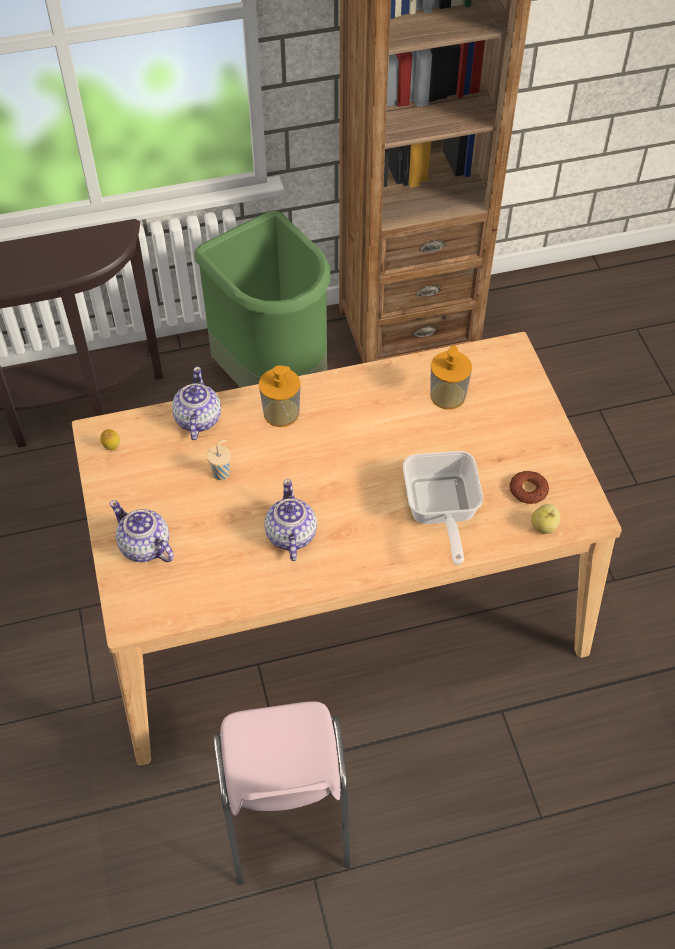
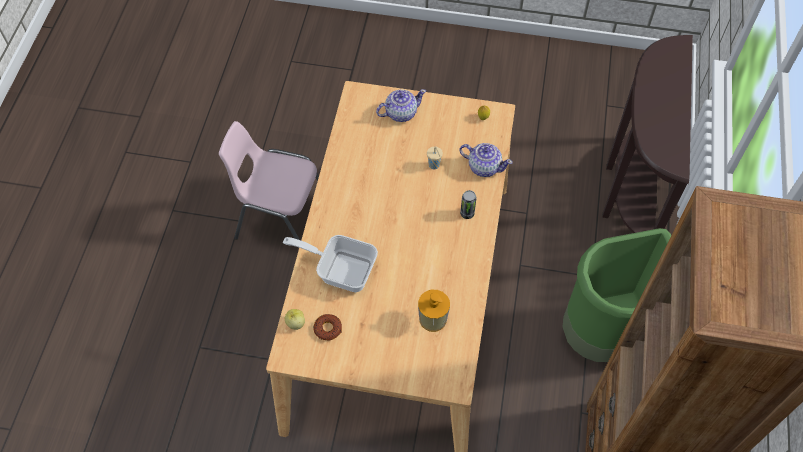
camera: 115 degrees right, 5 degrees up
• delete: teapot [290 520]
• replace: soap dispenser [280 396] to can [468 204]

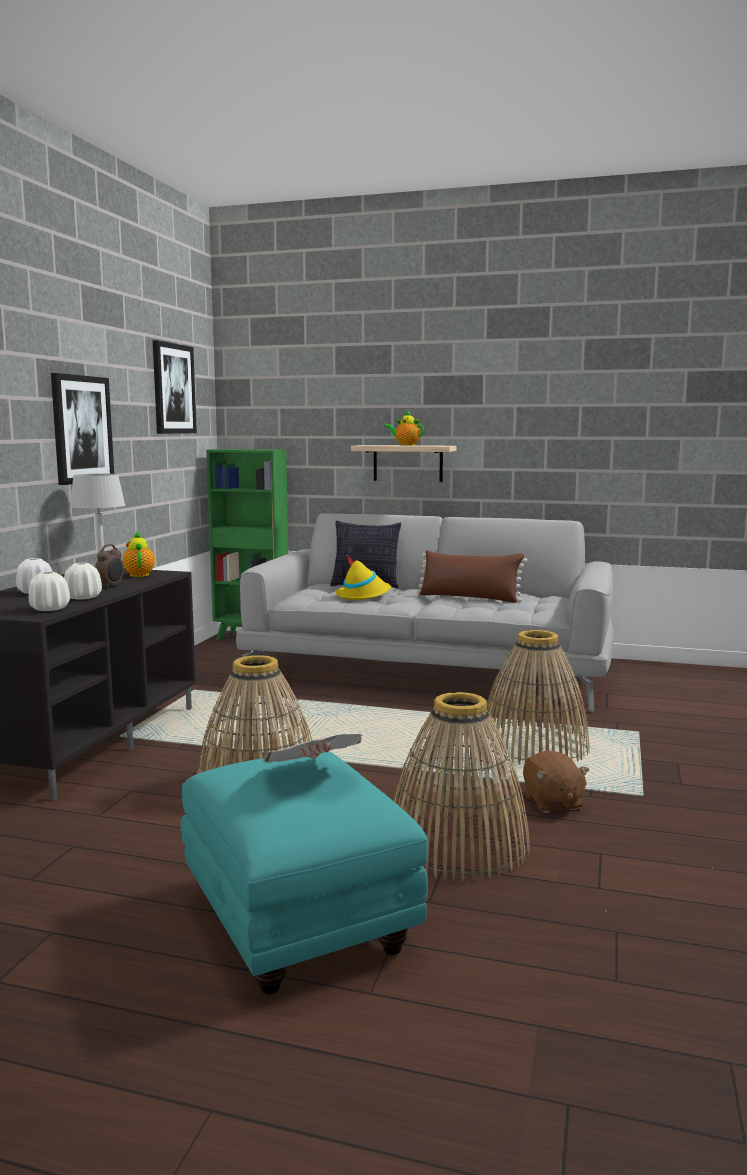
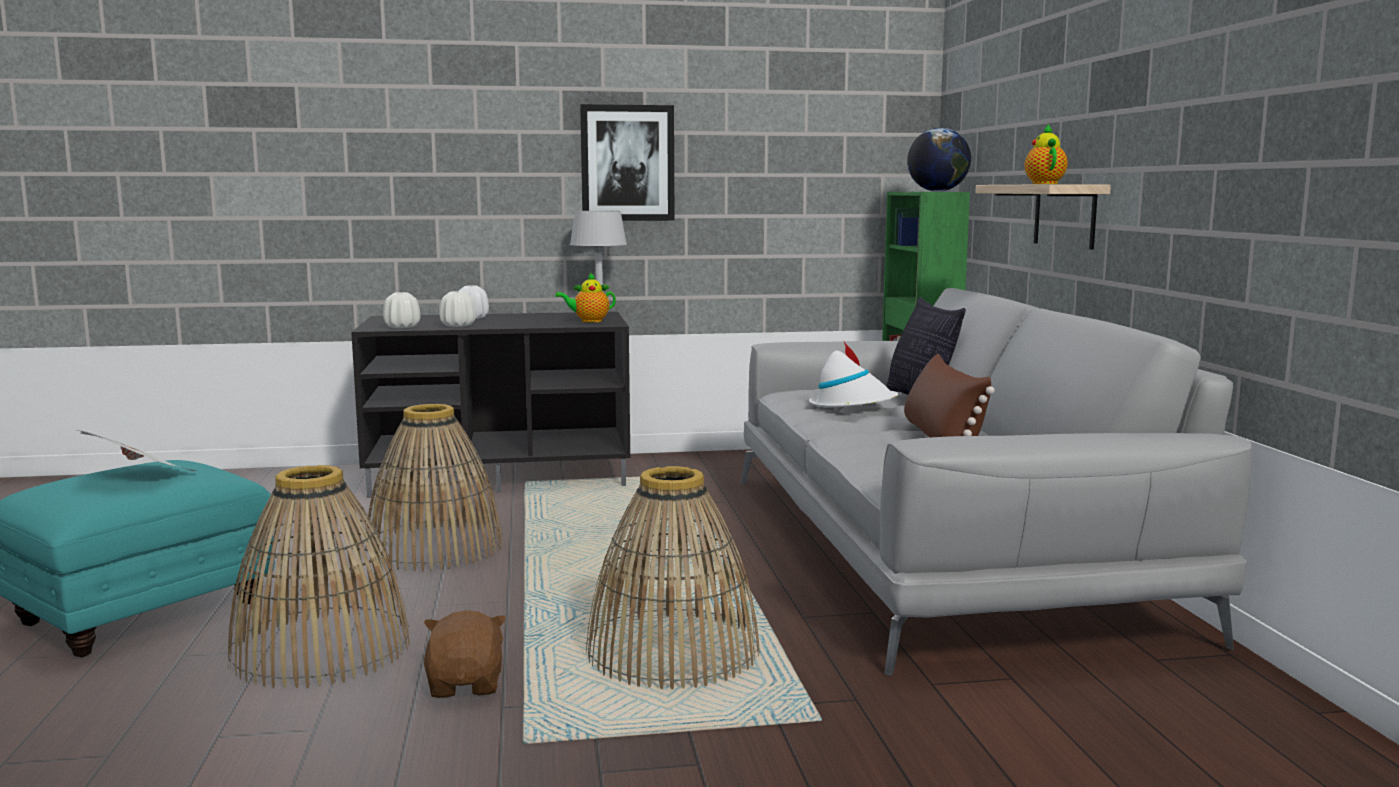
camera: 65 degrees right, 0 degrees up
• delete: alarm clock [109 566]
• delete: picture [175 387]
• insert: globe [939 160]
• recolor: hat/yellow [363 577] to hat/white [853 375]
• rotate: teapot [138 554] = [585 297] 150 degrees counterclockwise
• rotate: plush toy/brown [556 781] = [465 654] 120 degrees clockwise

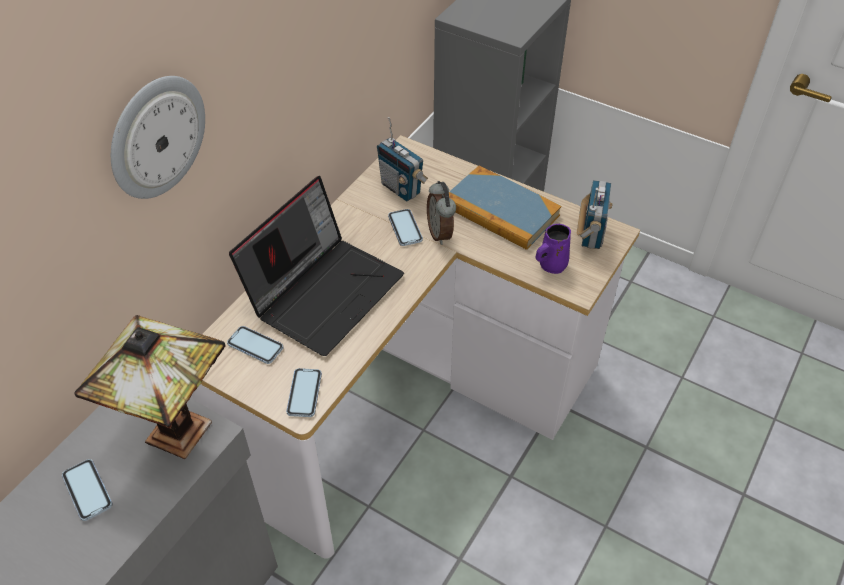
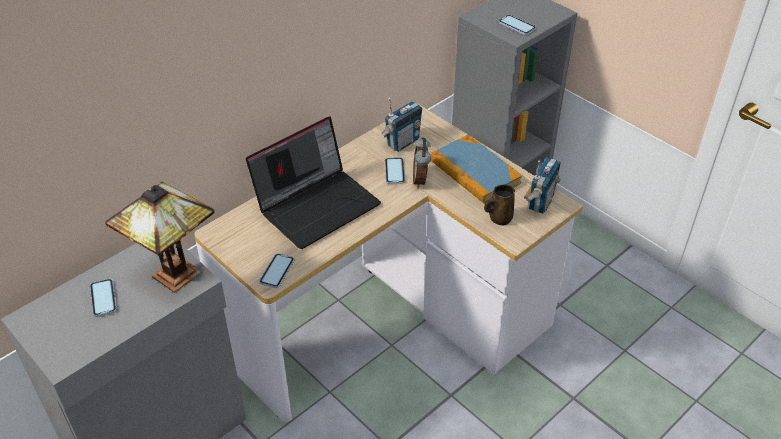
camera: 15 degrees right, 5 degrees down
• delete: wall clock [158 137]
• move: phone [255 345] to [517 25]
• recolor: mug/purple [553 249] to mug/brown [499 204]
• rotate: radio [402 159] = [402 125] 105 degrees counterclockwise

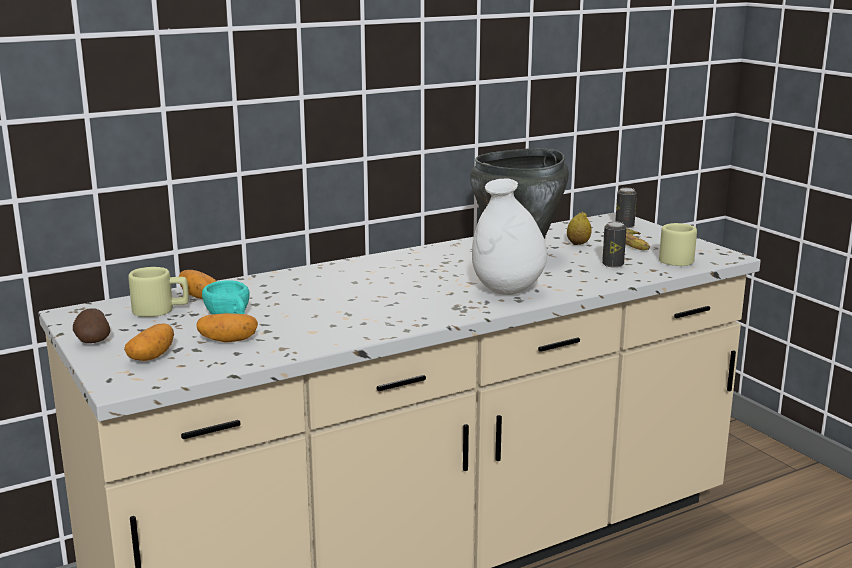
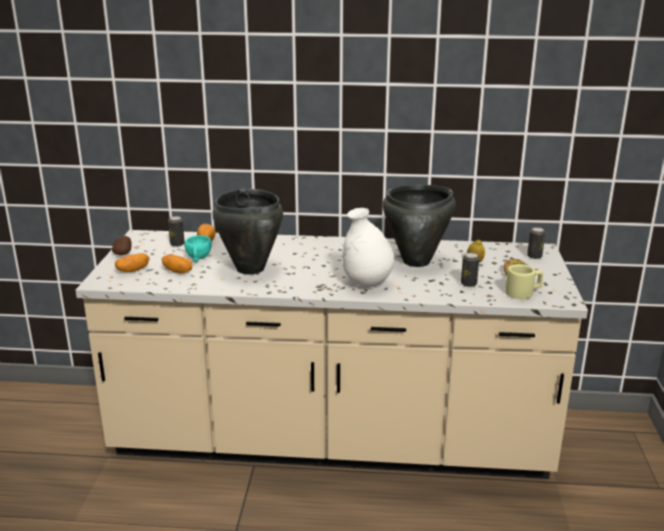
camera: 35 degrees right, 5 degrees up
• insert: cooking pot/black [247 232]
• replace: mug/beige [158 292] to can [176 231]

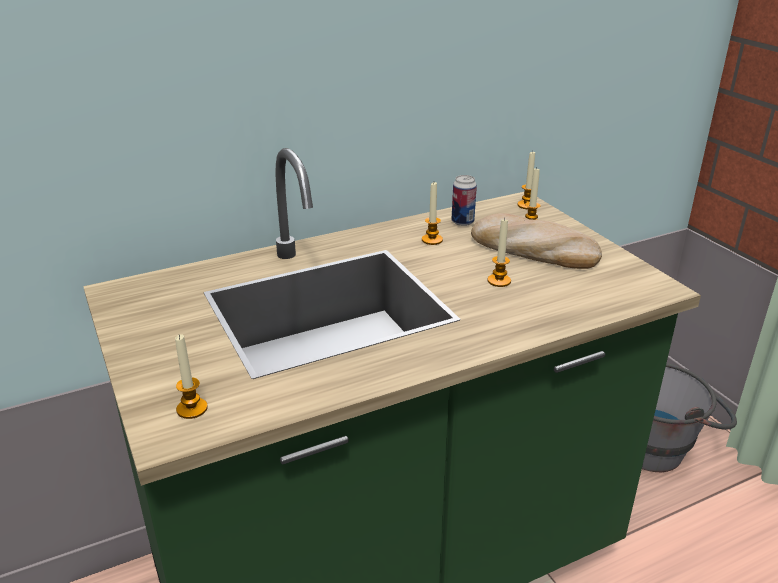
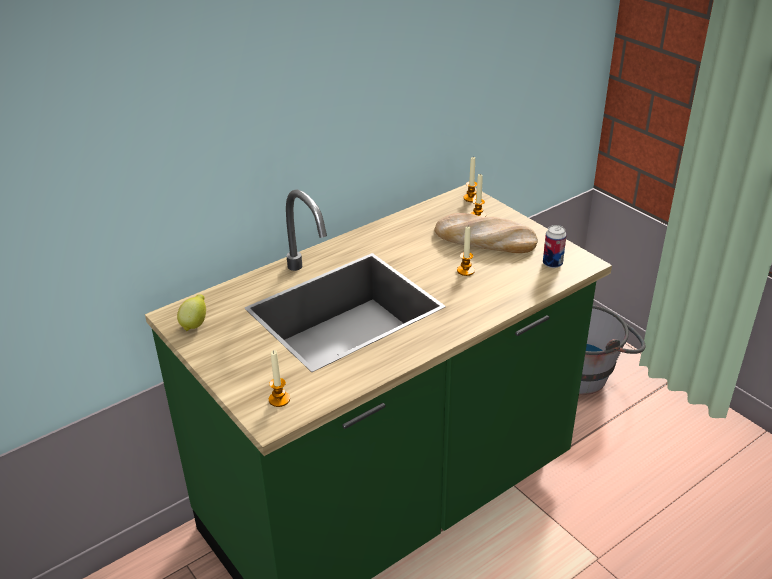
camera: 10 degrees left, 5 degrees up
• delete: candle [432 213]
• insert: lemon [191 312]
• move: can [464 200] to [554 246]

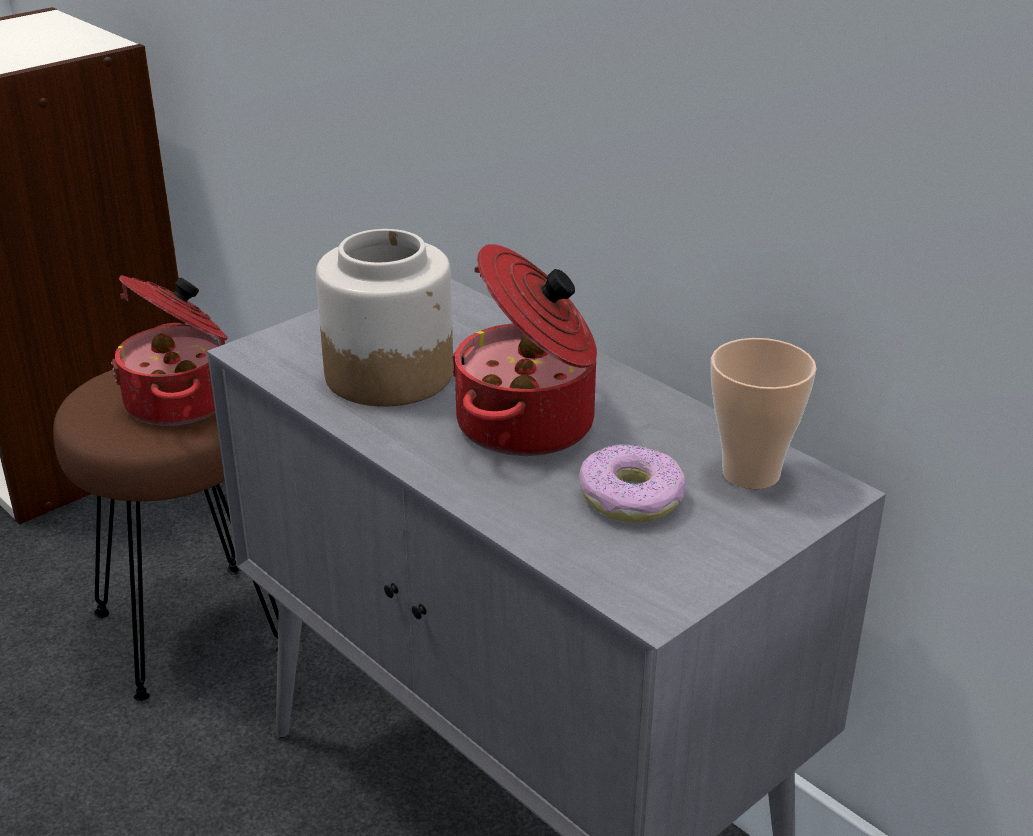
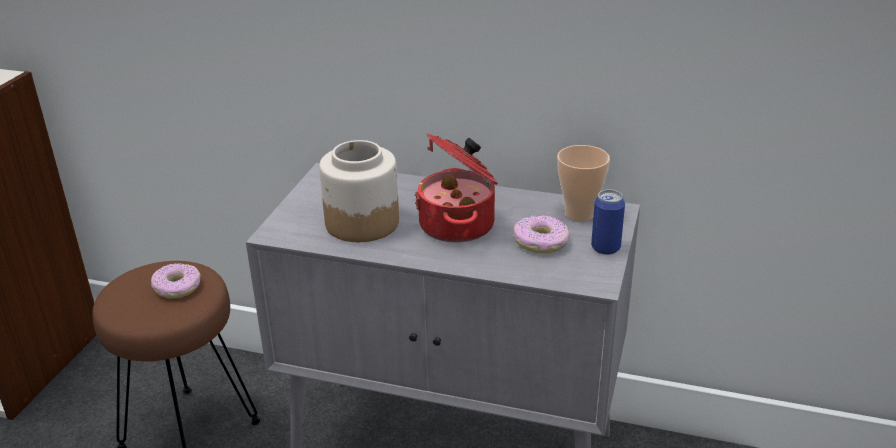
camera: 30 degrees left, 0 degrees up
• insert: can [608 222]
• replace: cooking pot [169 350] to donut [176 281]

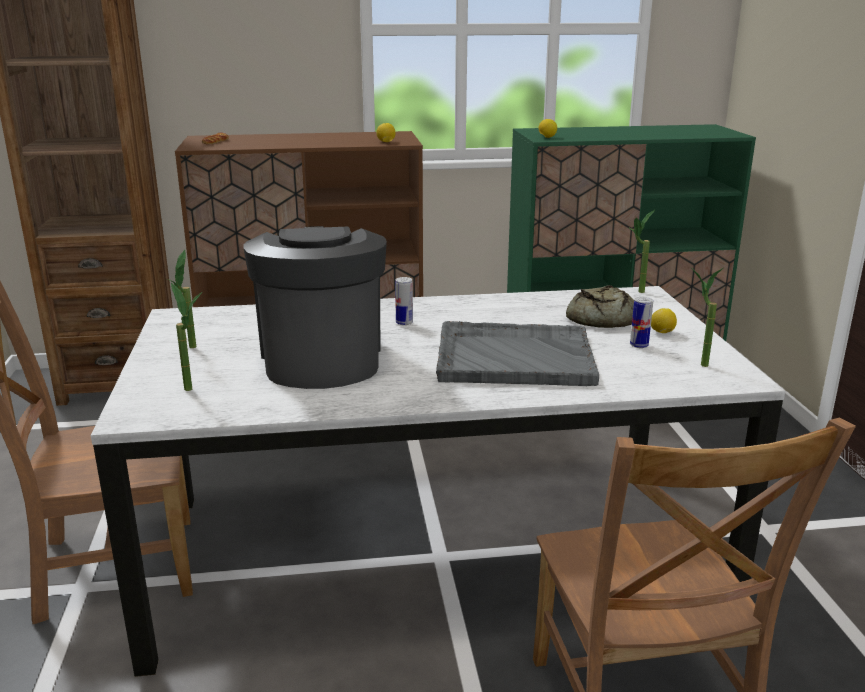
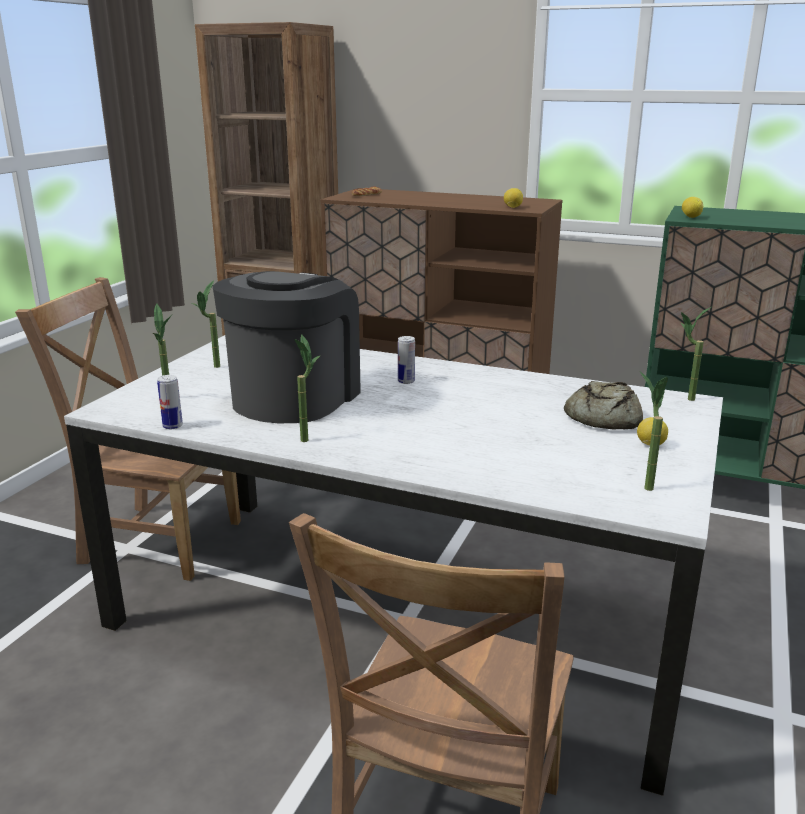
camera: 30 degrees right, 0 degrees up
• delete: tray/grey [517 353]
• insert: potted plant [308 388]
• move: can [641 322] to [170 402]

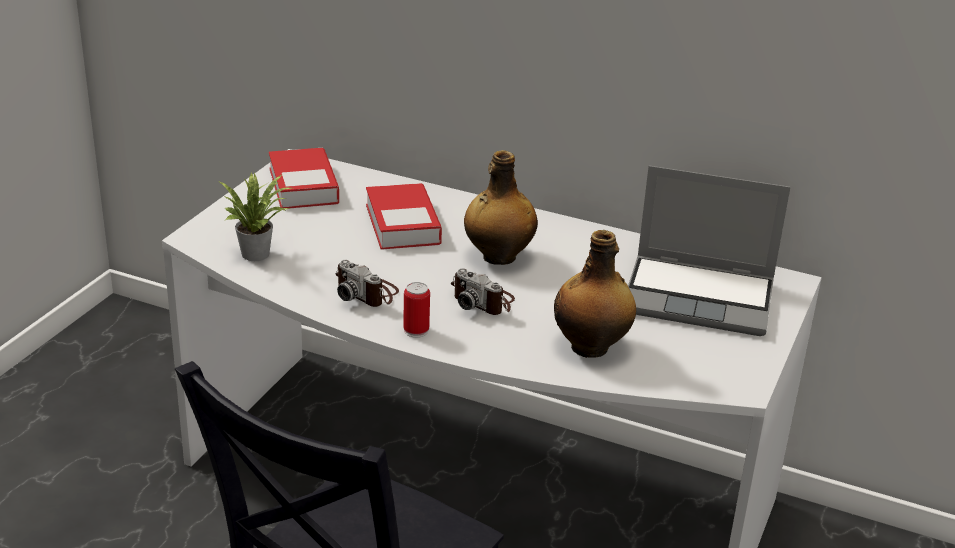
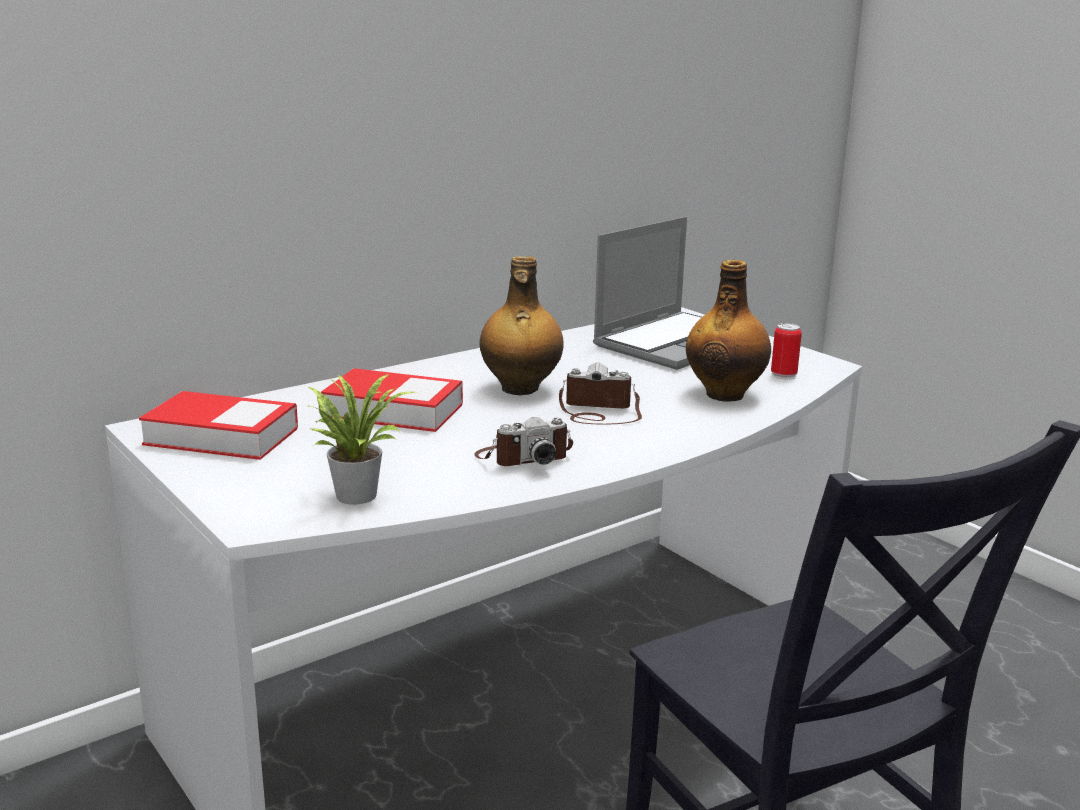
camera: 60 degrees left, 10 degrees down
• move: can [416 310] to [786 351]
• rotate: photo camera [483 292] = [600 393] 150 degrees counterclockwise

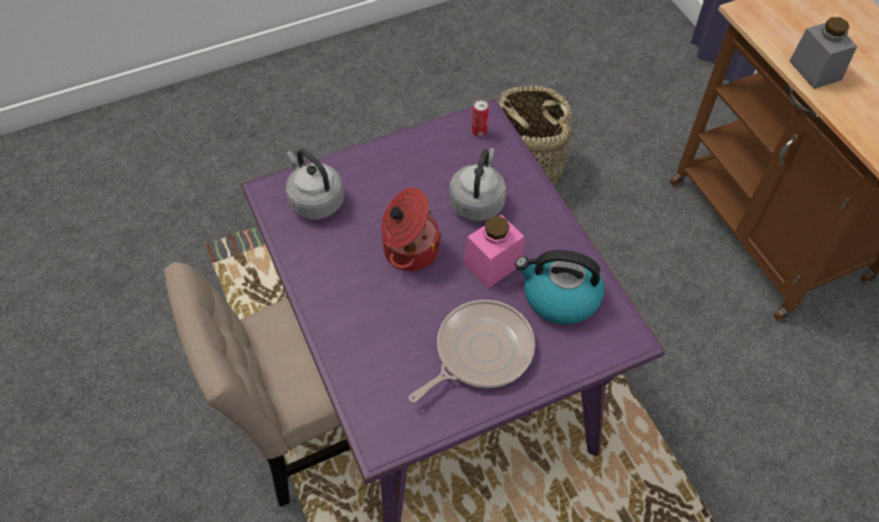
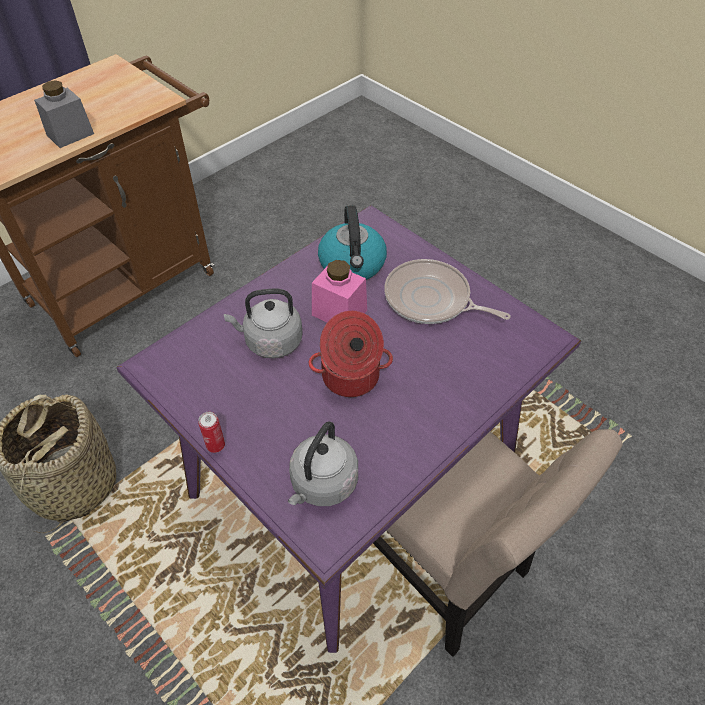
camera: 110 degrees left, 5 degrees down
• move: can [480 118] to [211 432]

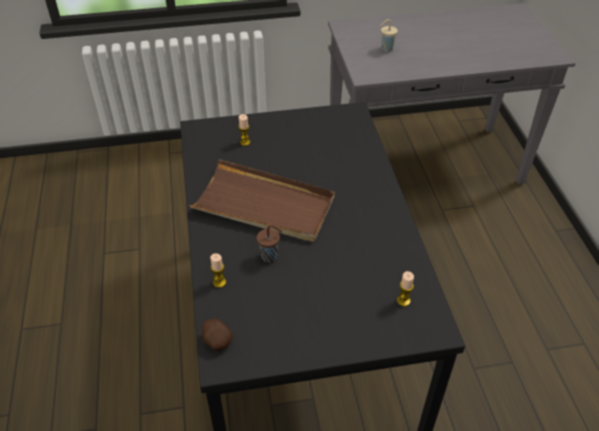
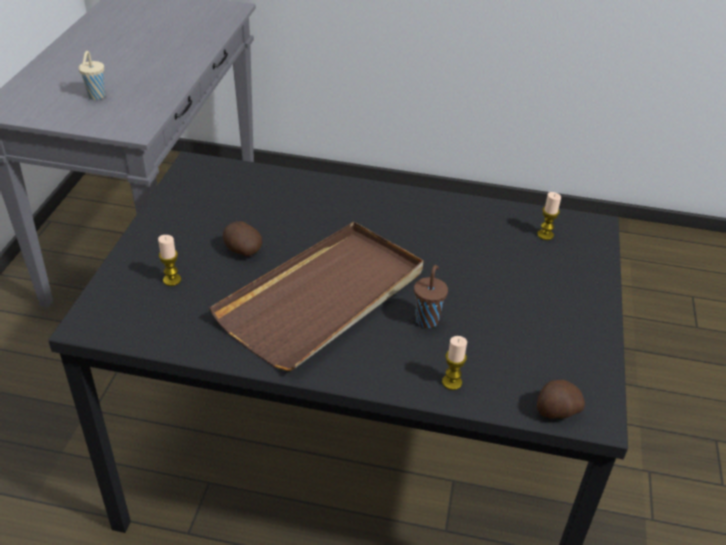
camera: 70 degrees left, 5 degrees down
• insert: potato [242 238]

